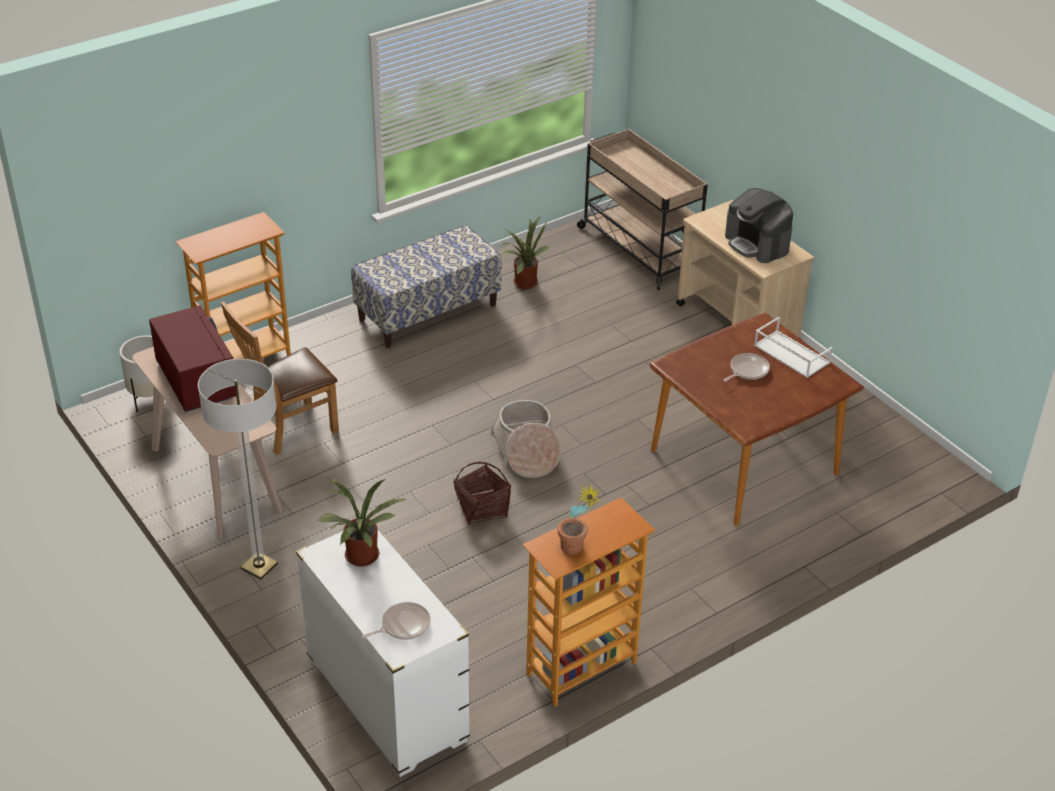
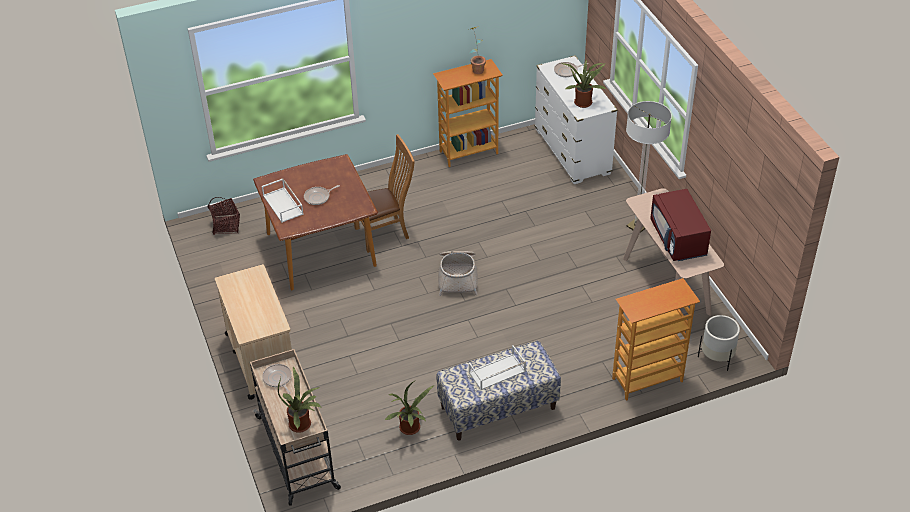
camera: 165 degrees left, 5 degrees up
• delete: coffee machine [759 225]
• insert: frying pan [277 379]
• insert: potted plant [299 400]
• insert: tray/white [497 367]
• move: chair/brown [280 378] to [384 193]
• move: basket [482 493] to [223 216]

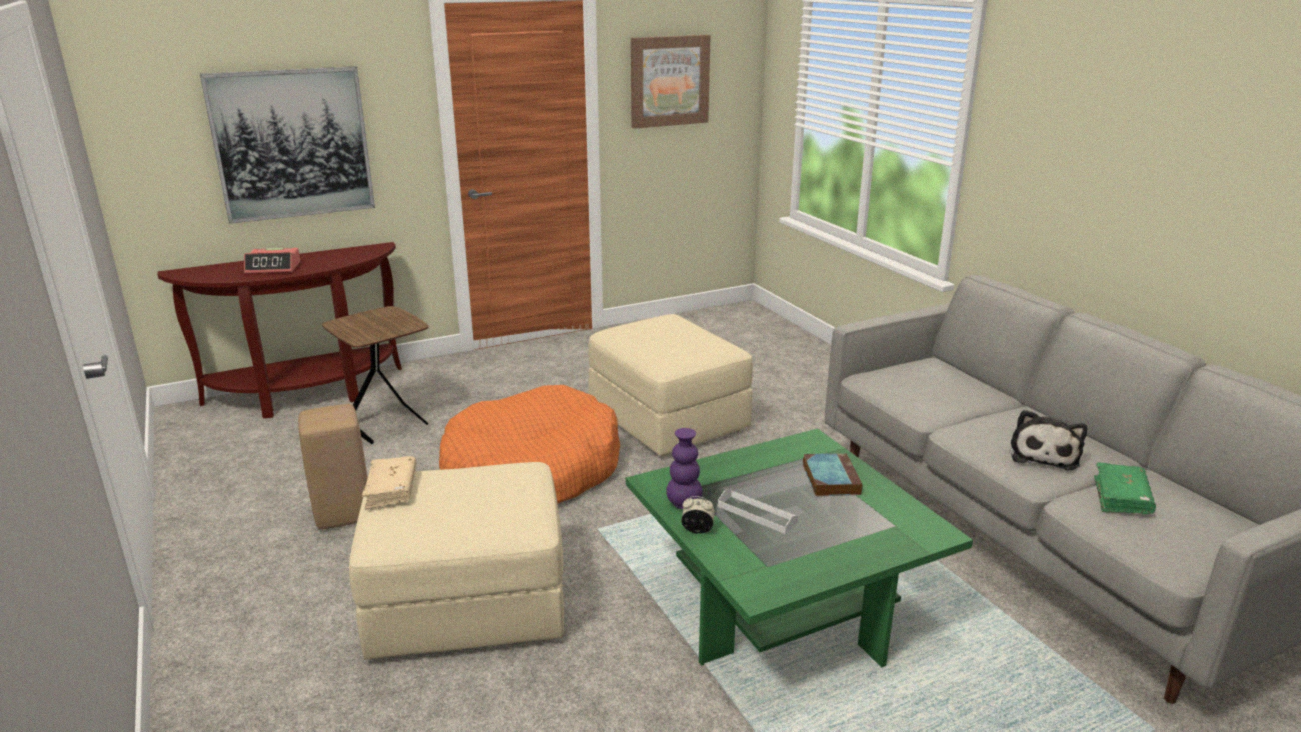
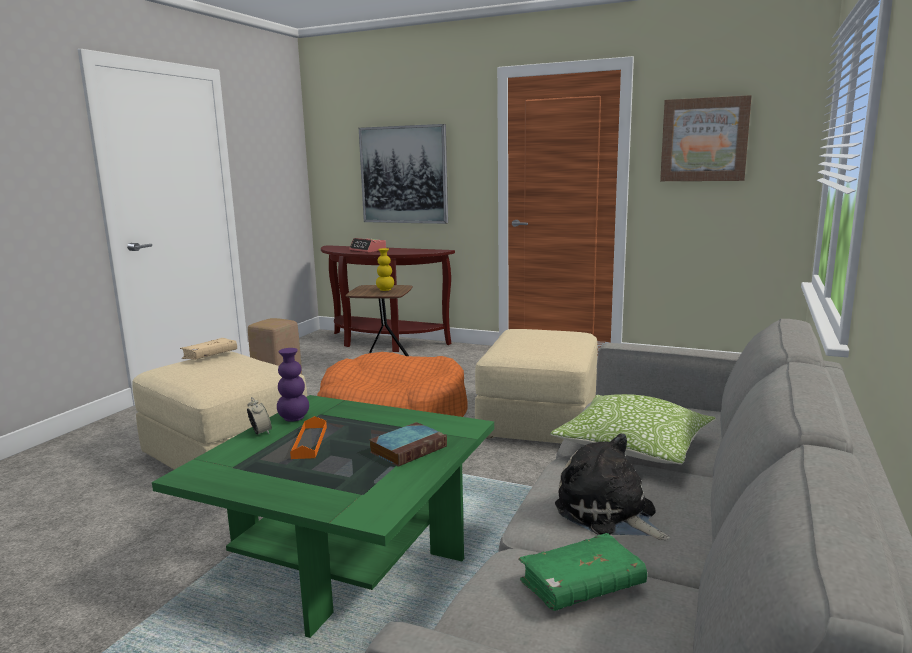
camera: 50 degrees right, 10 degrees down
• insert: vase/yellow [385 269]
• insert: pillow [633 429]
• recolor: tray/white [758 512] to tray/orange [308 437]
• rotate: plush toy [1048 440] = [612 486] 75 degrees clockwise

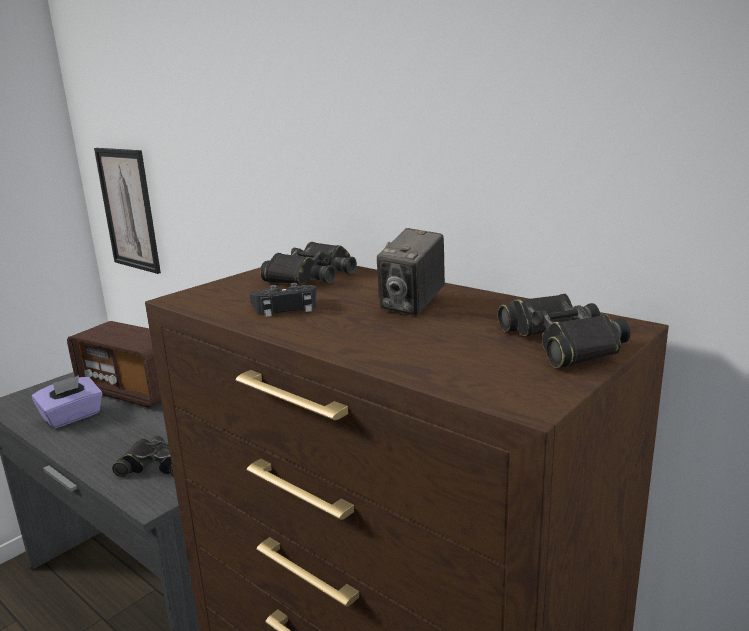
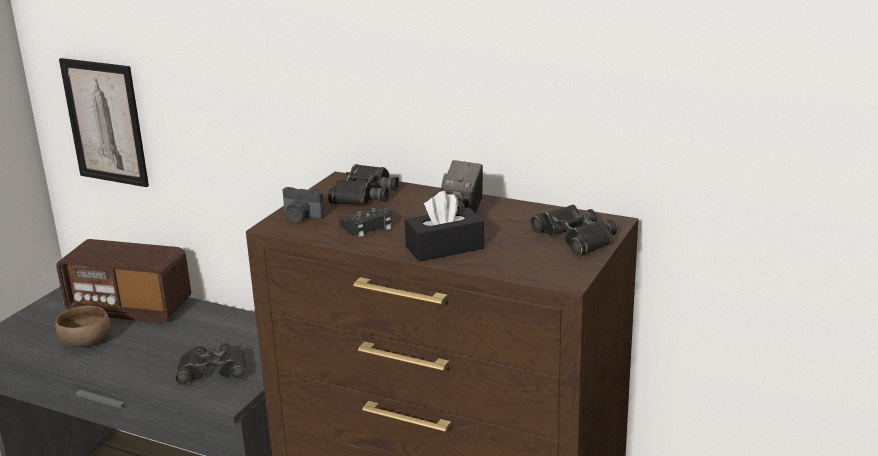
camera: 15 degrees left, 5 degrees up
• insert: photo camera [303 205]
• insert: tissue box/black [444 226]
• replace: tissue box/purple [67 402] to bowl/brown [82 326]

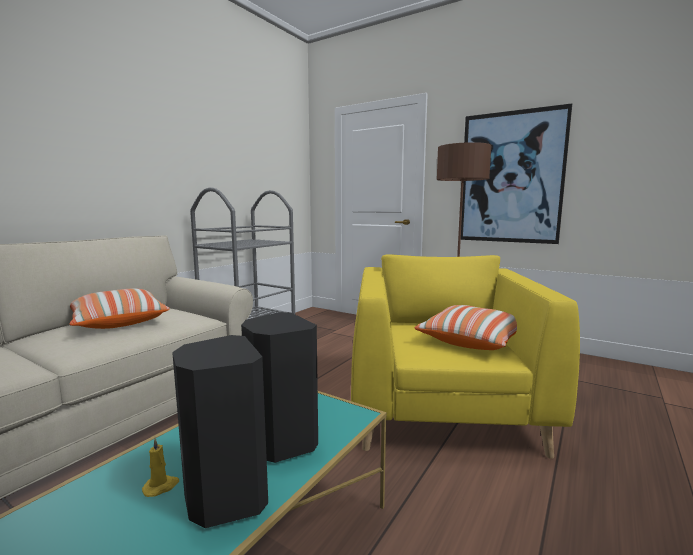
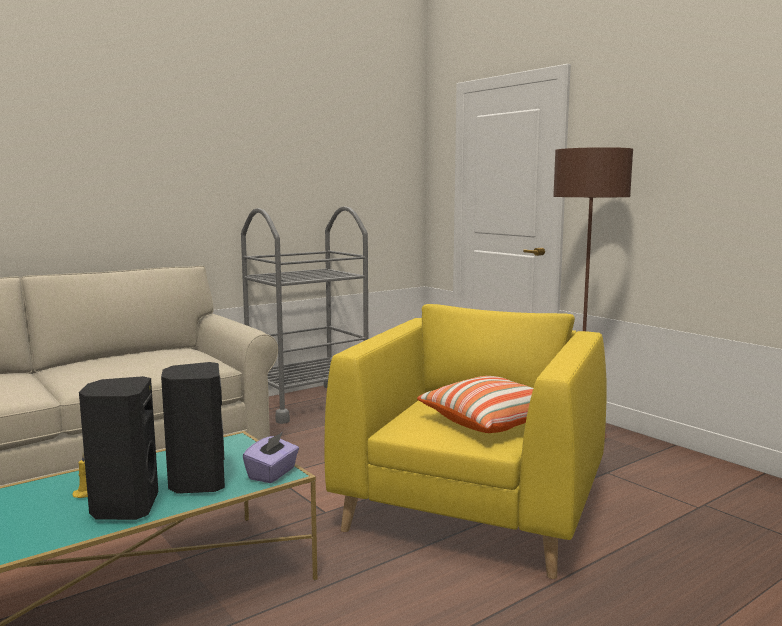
camera: 20 degrees right, 0 degrees up
• delete: pillow [120 309]
• delete: picture [516 173]
• insert: tissue box/purple [271 457]

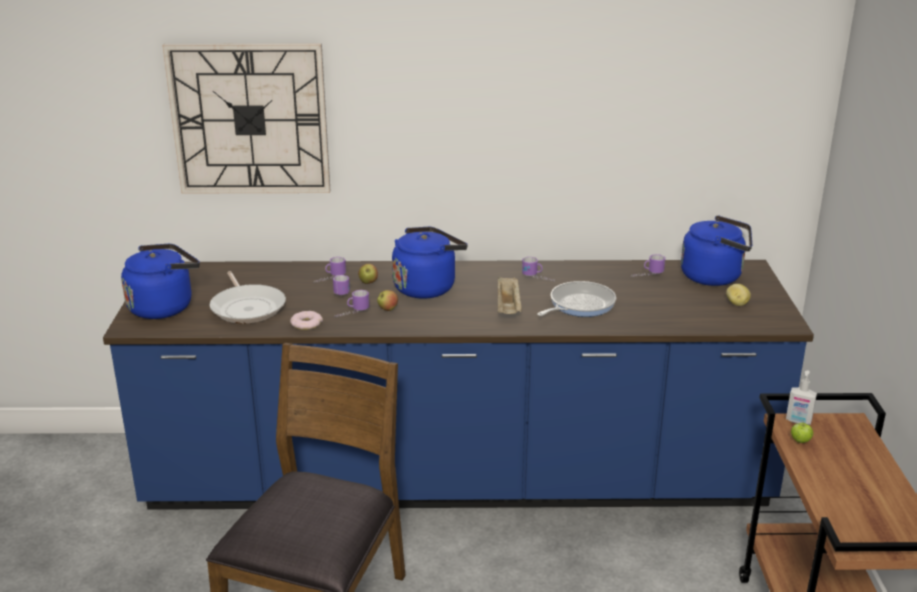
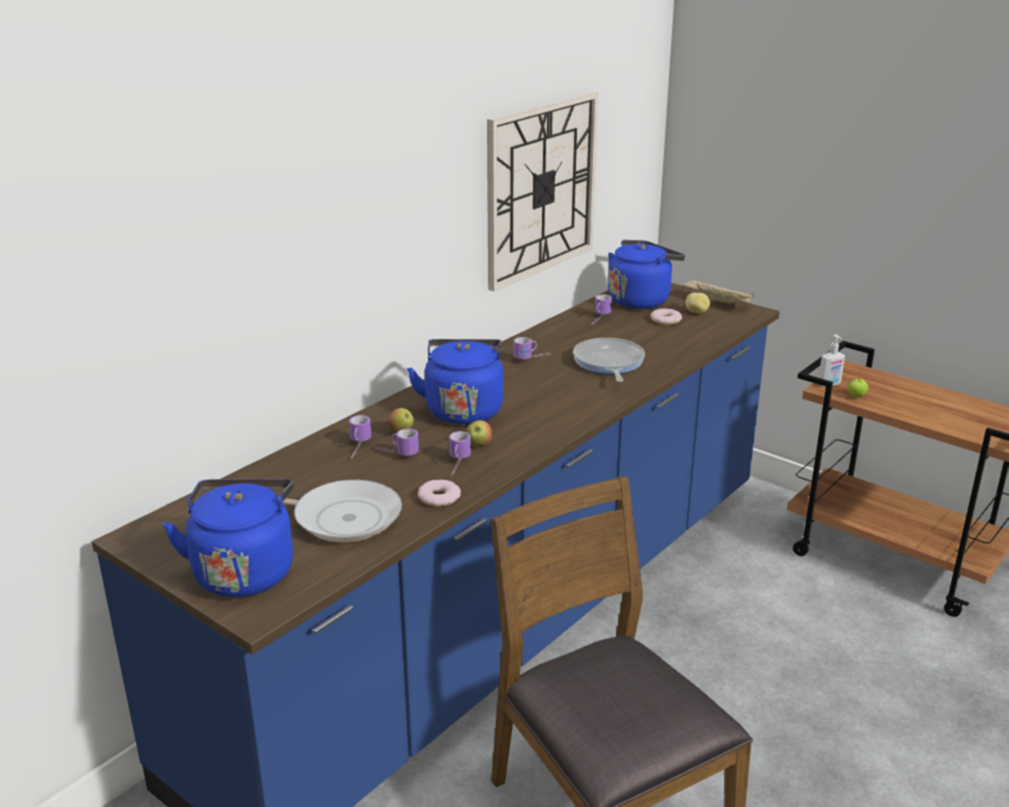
camera: 50 degrees left, 0 degrees up
• insert: donut [666 316]
• move: wall clock [246 118] to [542 191]
• move: tray/beige [510 295] to [719 292]

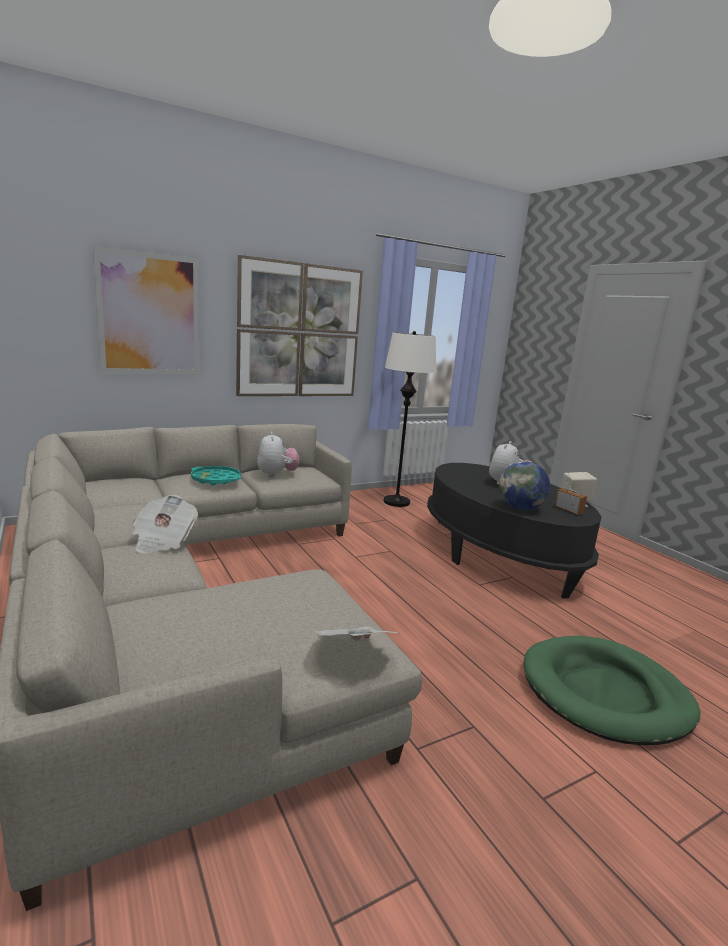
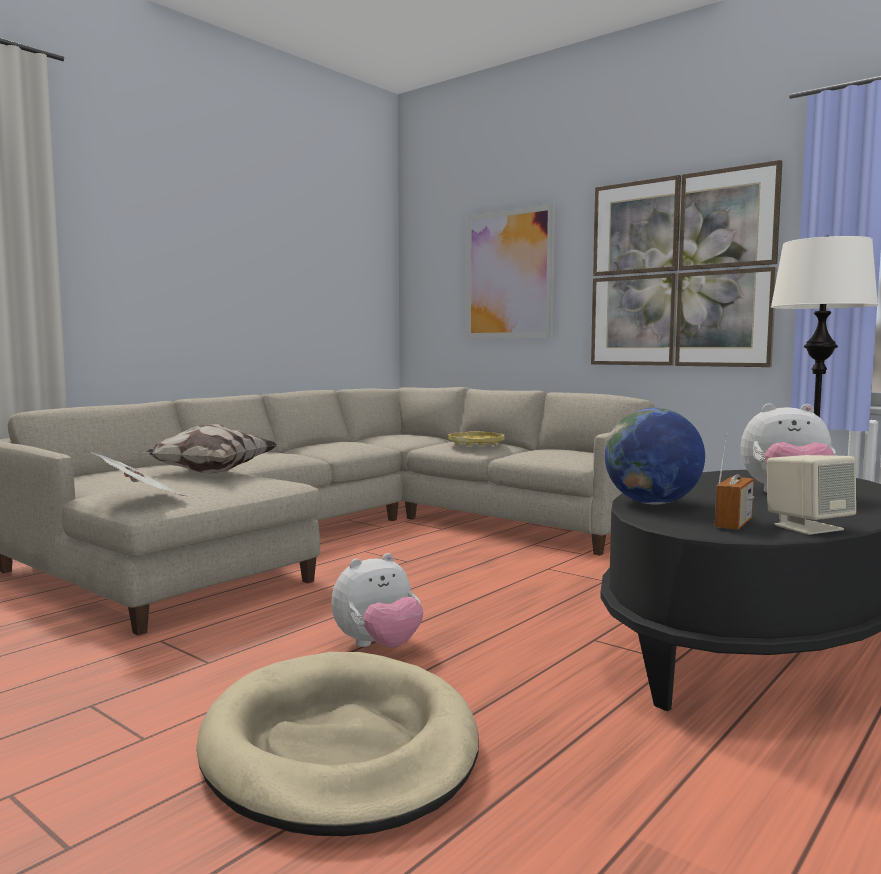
camera: 70 degrees right, 10 degrees down
• delete: newspaper [165 524]
• insert: pillow [204 448]
• move: plush toy [278 454] to [377 600]
• recolor: tray/turquoise [216 476] to tray/yellow [476 438]
• recolor: dog bed/green [612 690] to dog bed/beige [337 744]

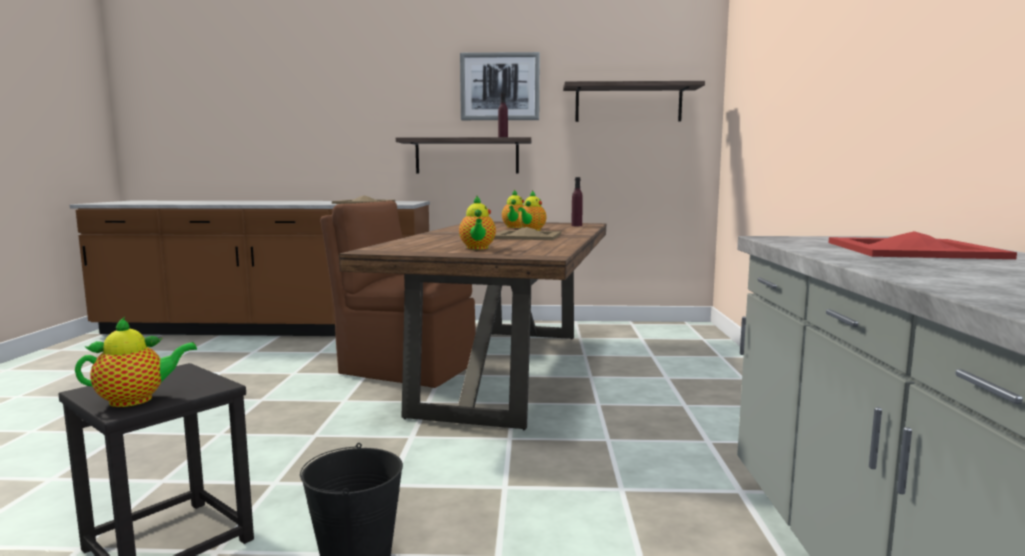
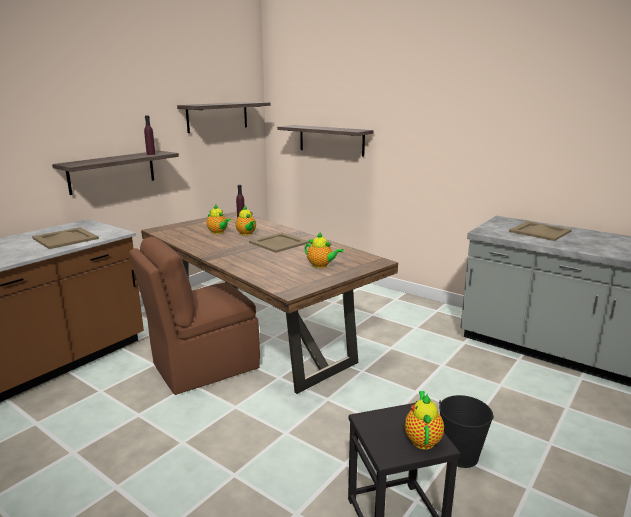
camera: 55 degrees left, 10 degrees up
• delete: picture [500 86]
• insert: shelf [325 141]
• recolor: tray/red [922 245] to tray/beige [540 231]

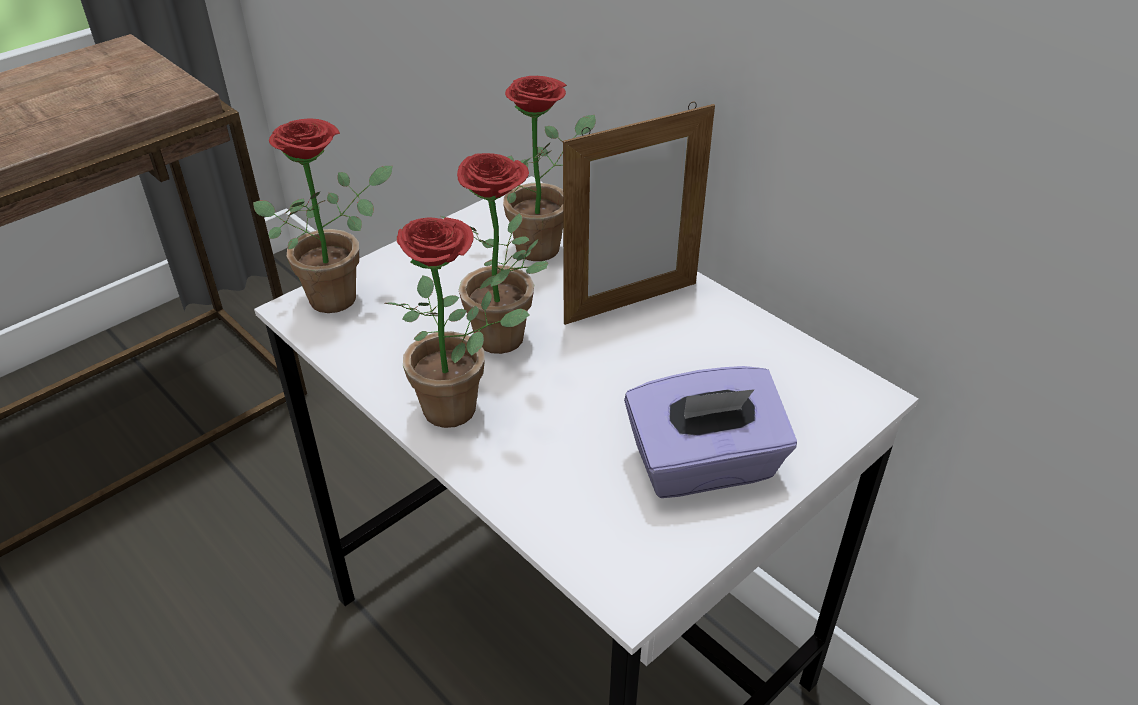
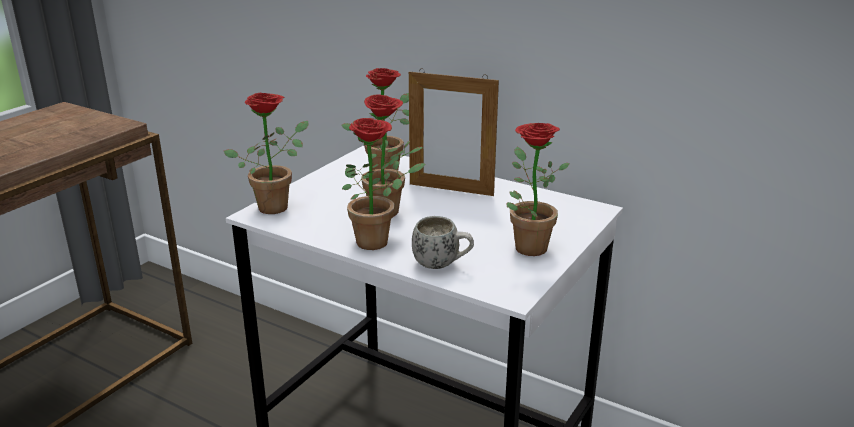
camera: 15 degrees left, 15 degrees down
• insert: mug/white [443 242]
• replace: tissue box/purple [710 432] to potted plant [538 189]
• rotate: picture frame [639 213] = [454 132] 60 degrees clockwise

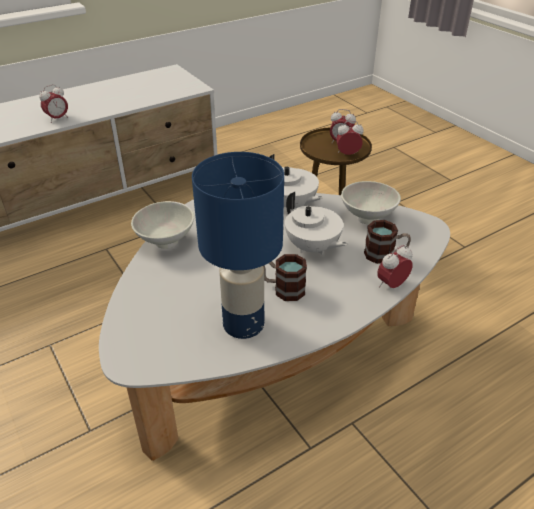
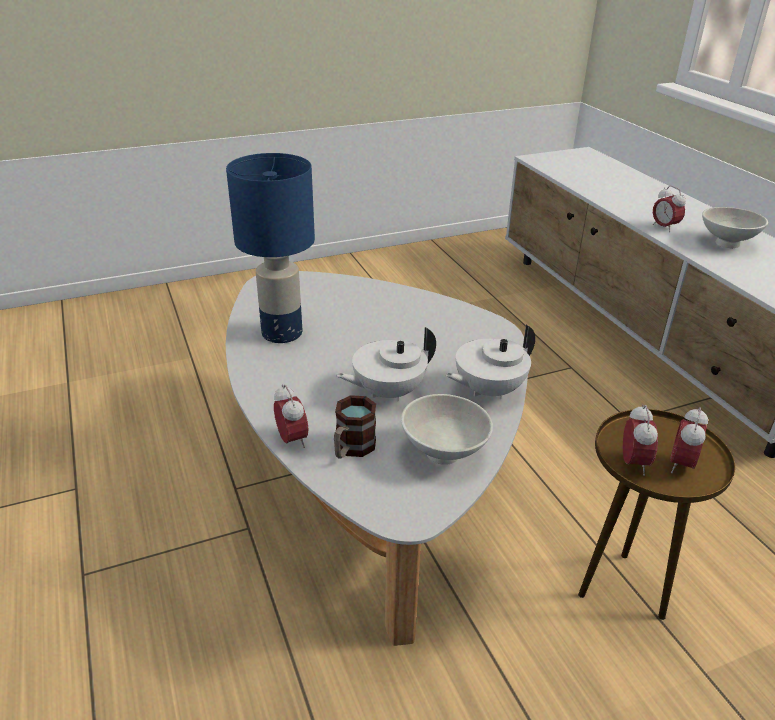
camera: 100 degrees right, 5 degrees down
• delete: mug [285 277]
• move: bowl/white [162 225] to [735 228]

